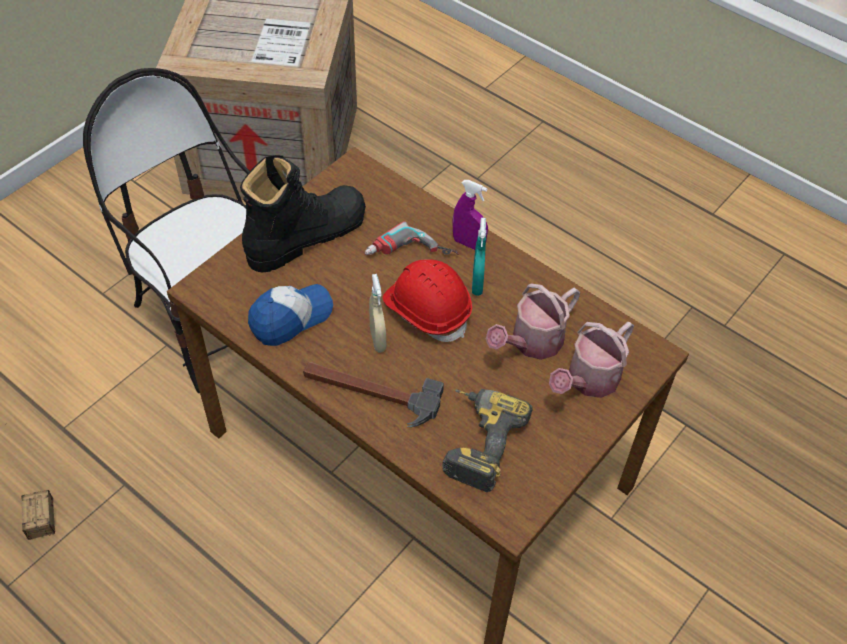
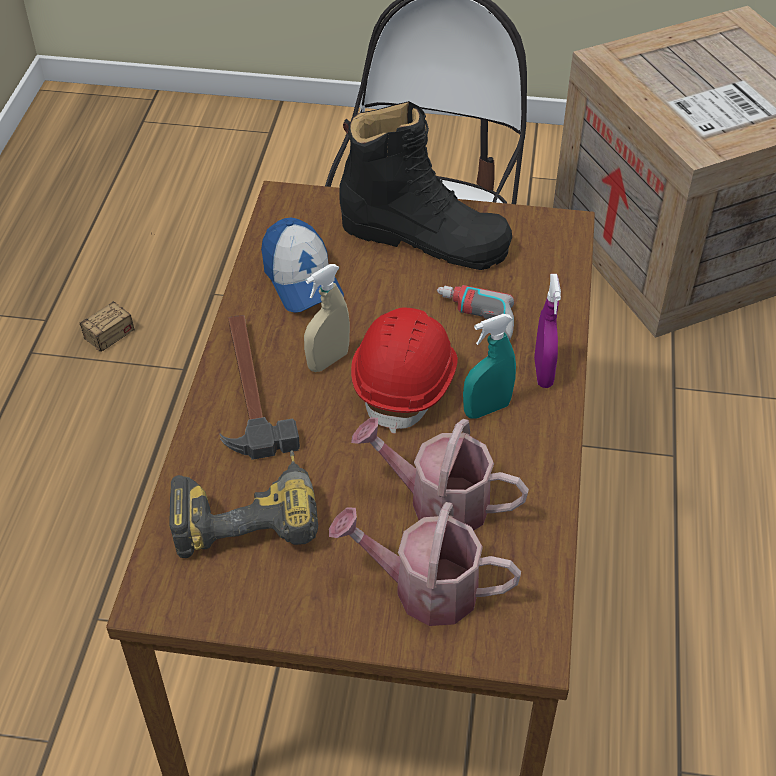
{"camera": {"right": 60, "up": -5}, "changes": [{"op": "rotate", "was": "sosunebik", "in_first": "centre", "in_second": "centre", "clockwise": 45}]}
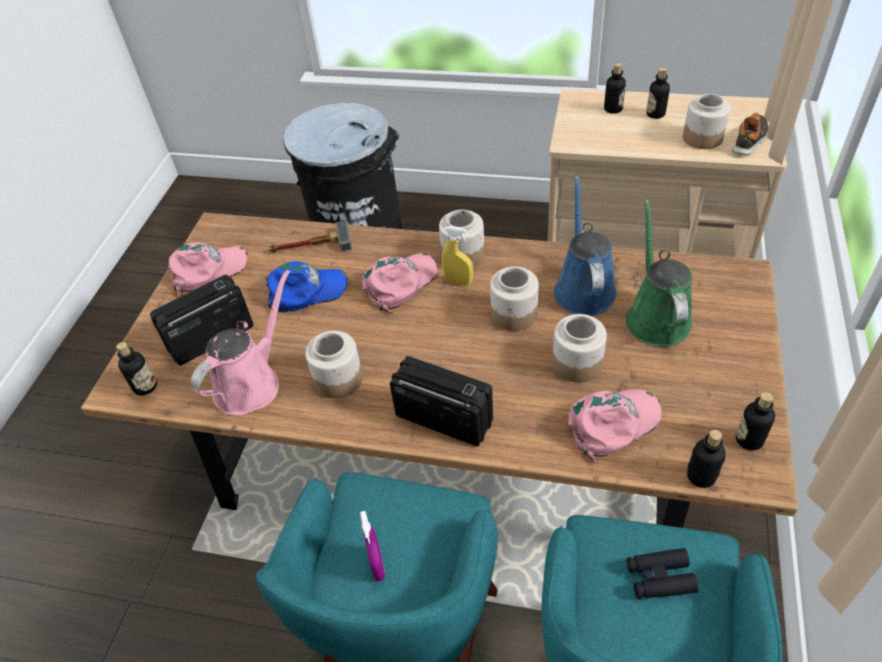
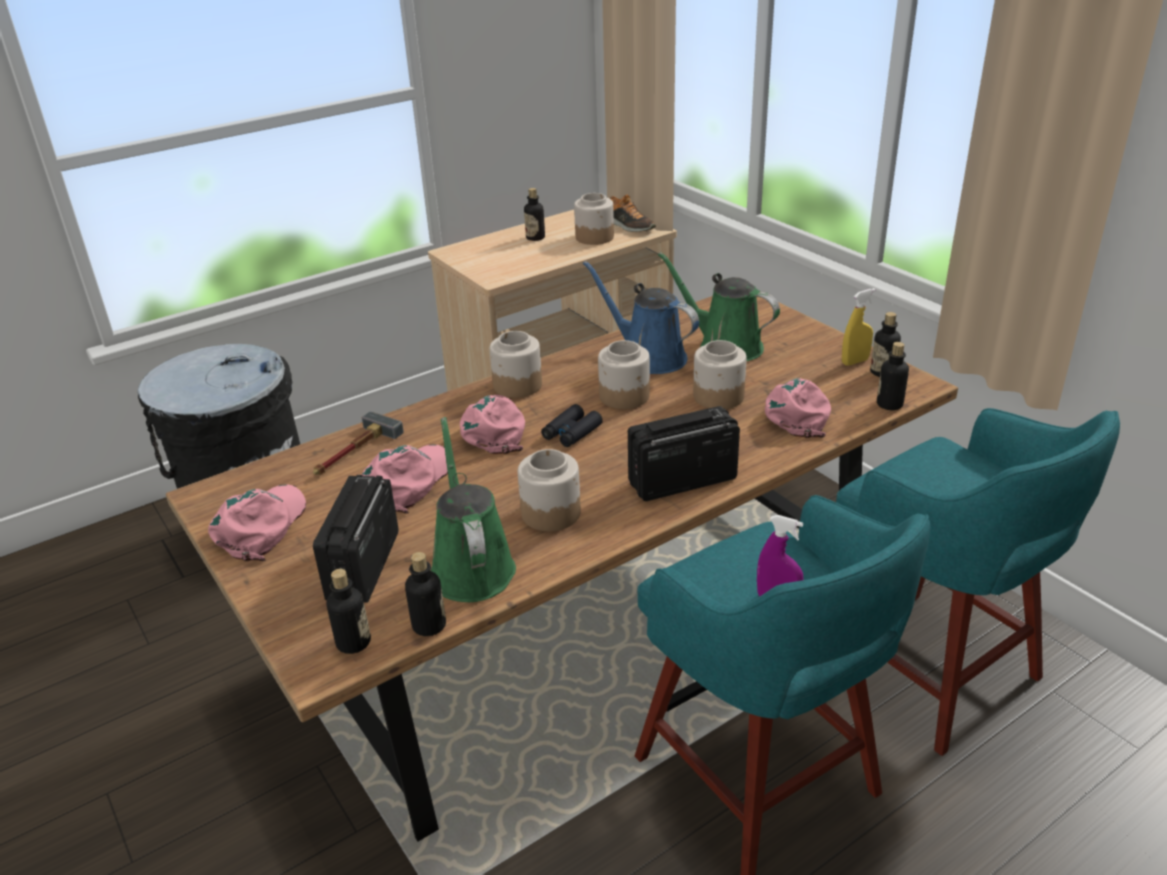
{"camera": {"right": -50, "up": -15}, "changes": [{"op": "move", "was": "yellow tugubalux", "in_first": "centre", "in_second": "middle right"}, {"op": "move", "was": "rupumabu (2nd from left)", "in_first": "top right", "in_second": "bottom centre"}, {"op": "move", "was": "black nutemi", "in_first": "bottom right", "in_second": "centre"}, {"op": "recolor", "was": "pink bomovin", "now": "green bomovin (1st from left)", "in_first": "middle left", "in_second": "centre"}, {"op": "recolor", "was": "blue sosunebik", "now": "pink sosunebik (2nd from left)", "in_first": "centre", "in_second": "centre"}, {"op": "rotate", "was": "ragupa", "in_first": "top right", "in_second": "top centre", "clockwise": 150}]}
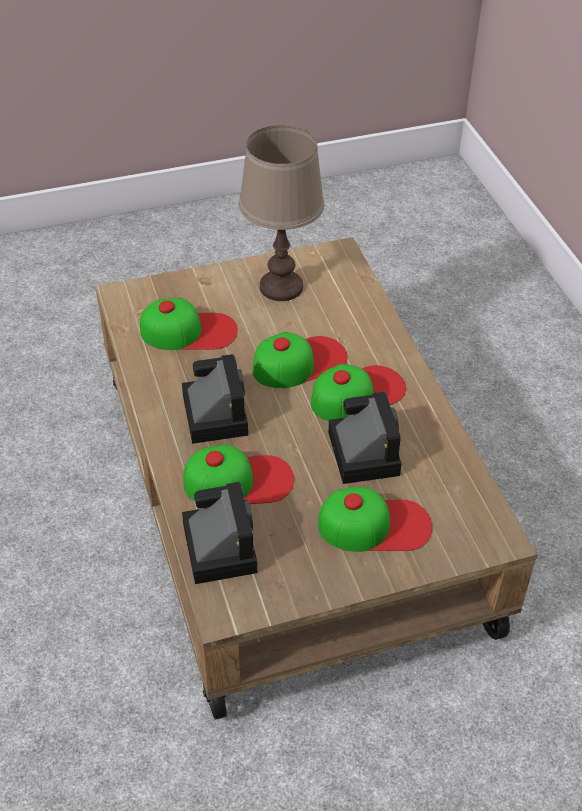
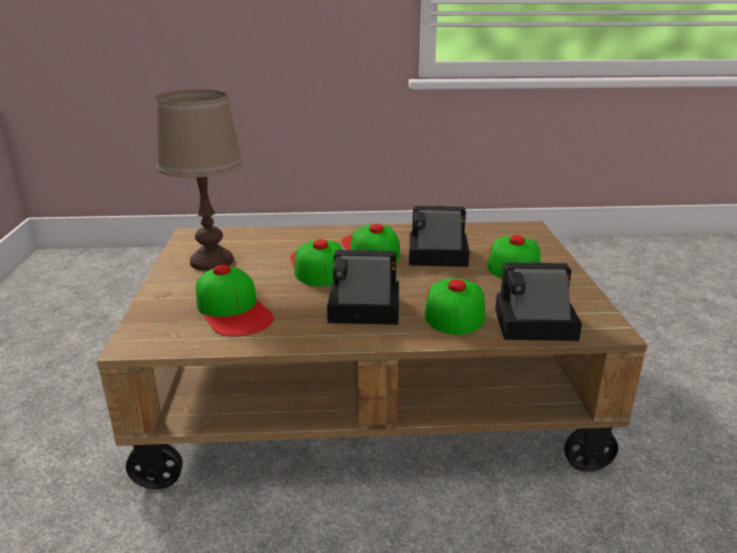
{"camera": {"right": -75, "up": -20}, "changes": [{"op": "rotate", "was": "sosunebik (1st from left)", "in_first": "middle left", "in_second": "middle left", "clockwise": 135}]}
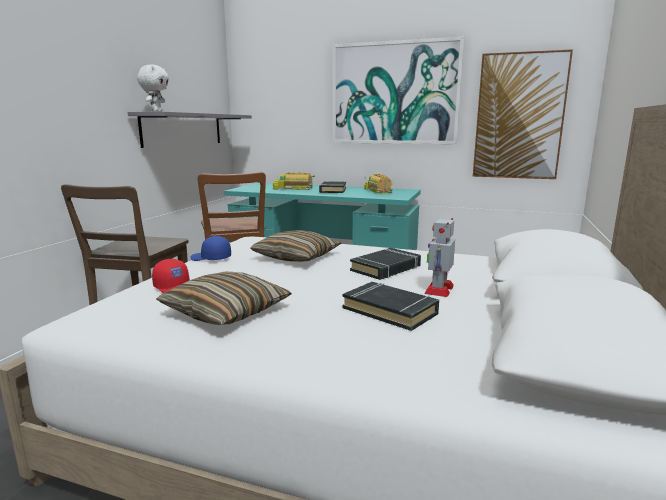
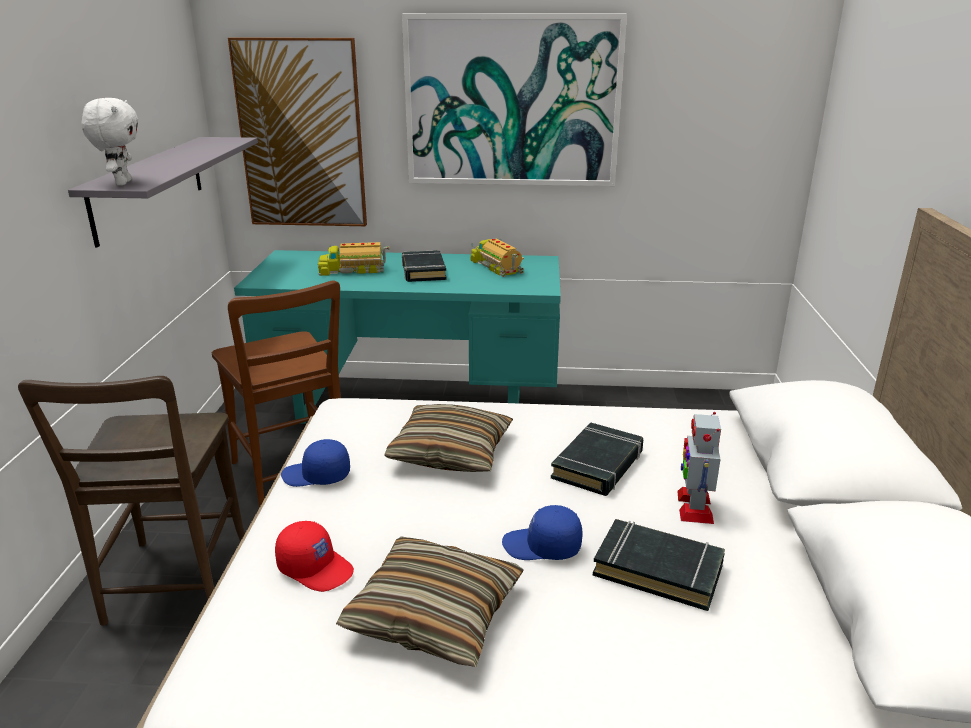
{"camera": {"right": -15, "up": 10}, "changes": [{"op": "insert", "now": "blue sosunebik (2nd from left)", "in_second": "bottom centre"}, {"op": "move", "was": "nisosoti (2nd from left in the first image)", "now": "nisosoti (1st from left)", "in_first": "top right", "in_second": "top left"}]}
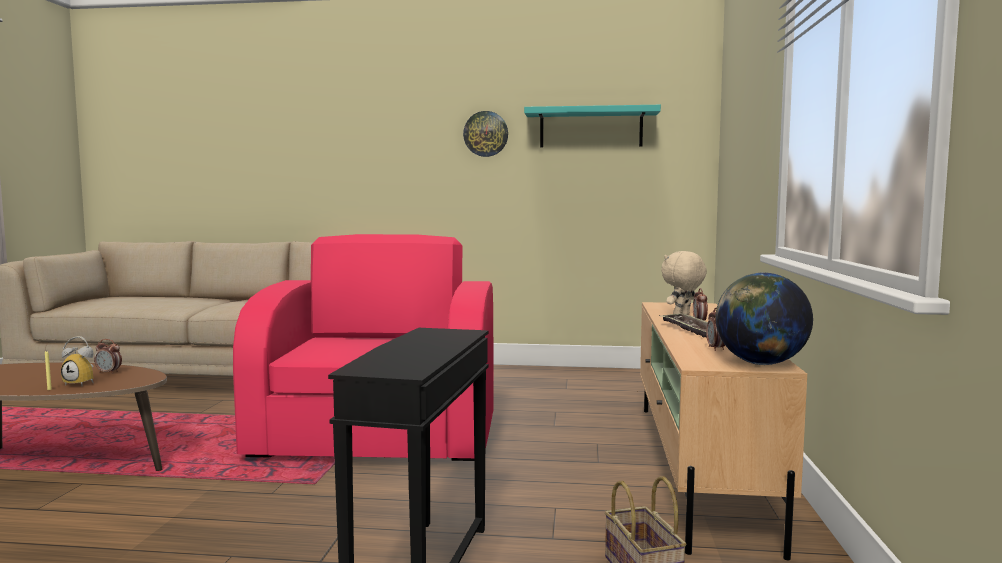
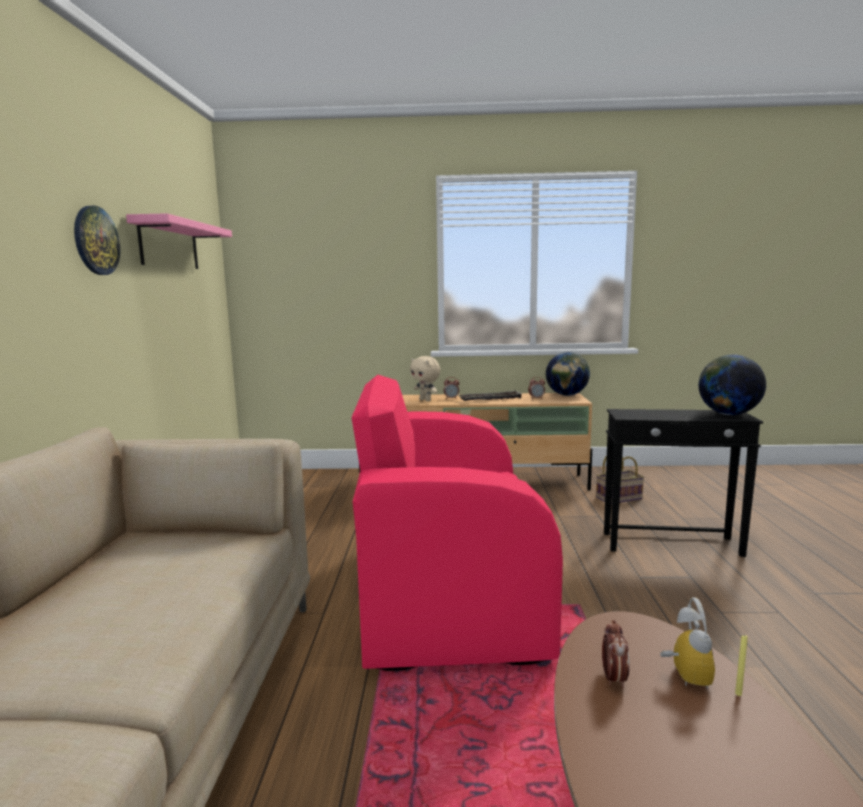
{"camera": {"right": -95, "up": 5}, "changes": [{"op": "insert", "now": "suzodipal (2nd from left)", "in_second": "middle right"}, {"op": "recolor", "was": "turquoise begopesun", "now": "pink begopesun", "in_first": "top centre", "in_second": "top left"}]}
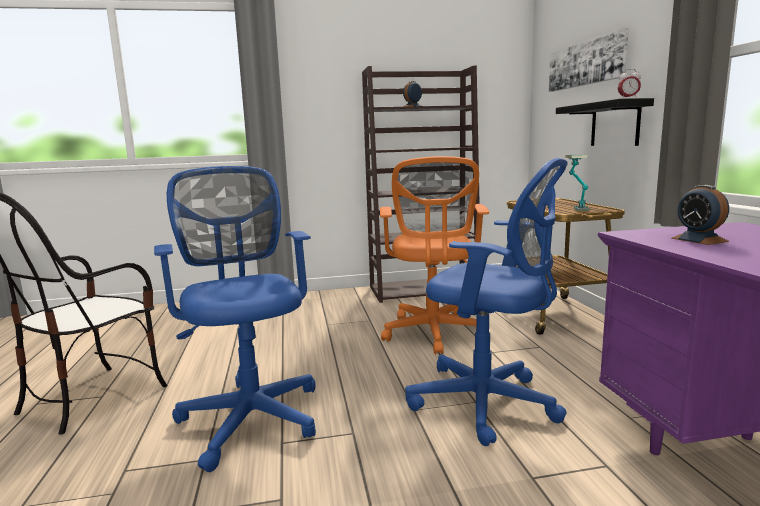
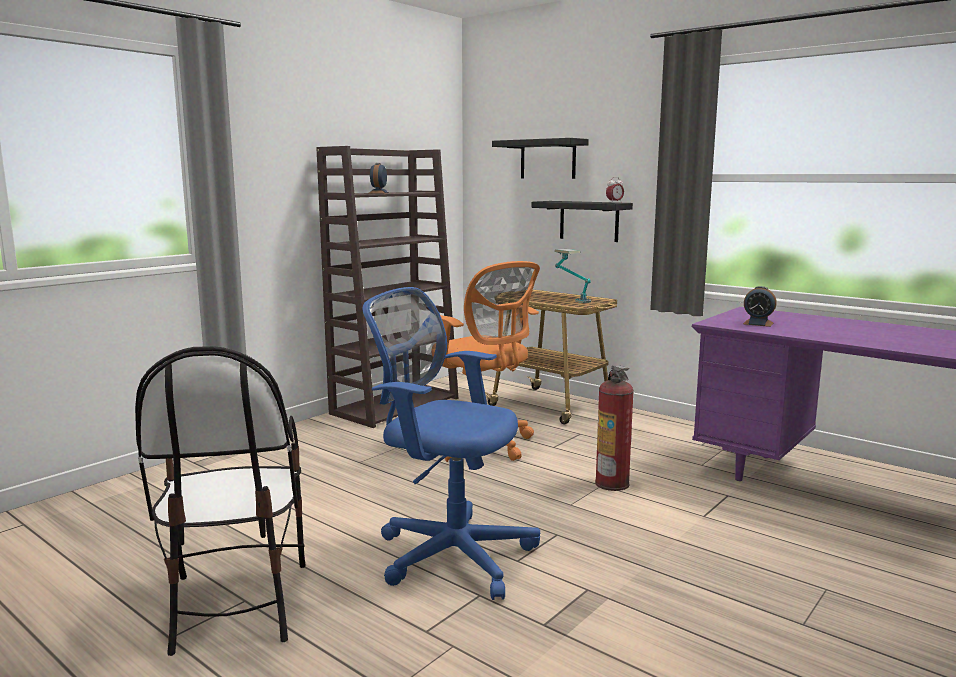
{"camera": {"right": -40, "up": 0}, "changes": [{"op": "replace", "was": "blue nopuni (2nd from left)", "now": "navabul", "in_first": "centre", "in_second": "centre"}, {"op": "replace", "was": "nisosoti", "now": "black begopesun (1st from left)", "in_first": "top right", "in_second": "top centre"}]}
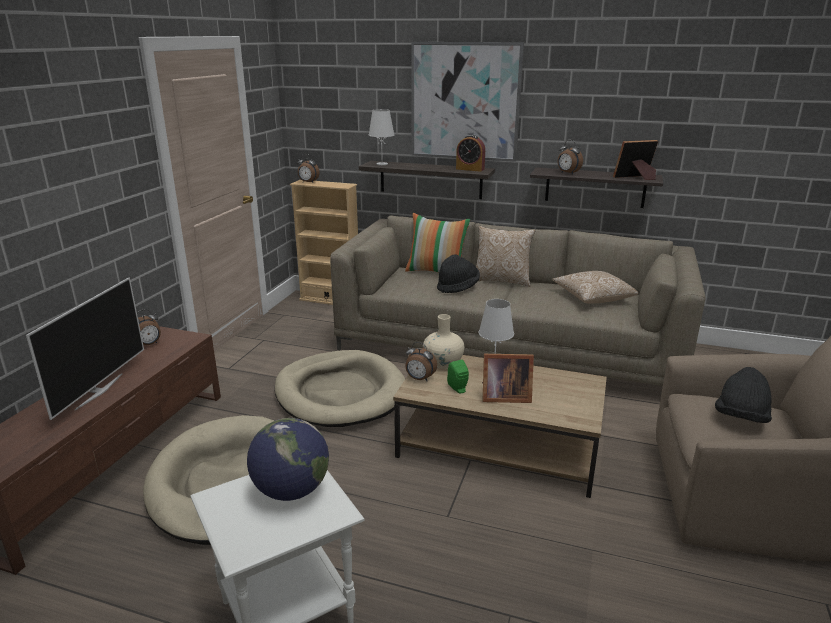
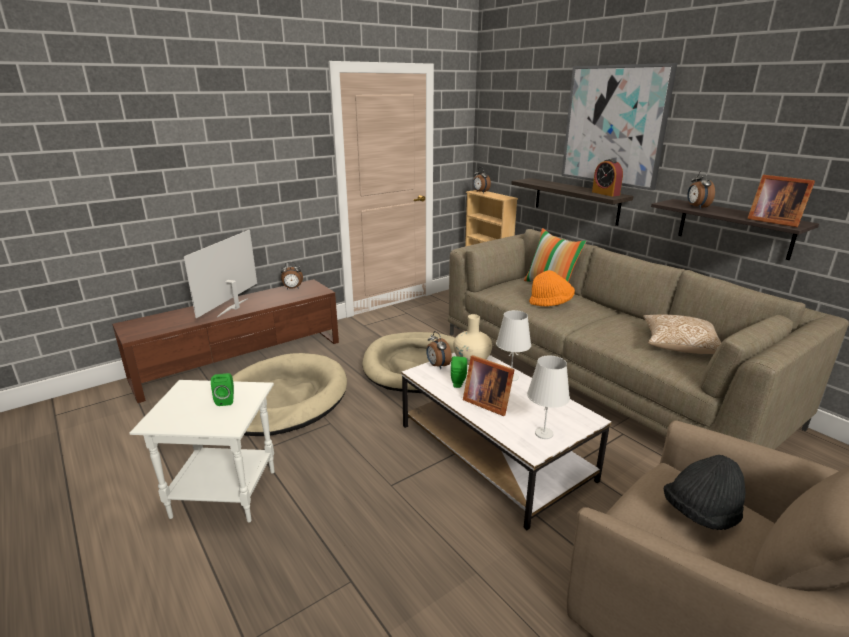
{"camera": {"right": 35, "up": 0}, "changes": [{"op": "delete", "was": "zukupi (2nd from left)", "in_first": "centre"}, {"op": "move", "was": "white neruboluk (1st from left in the first image)", "now": "white neruboluk (2nd from left)", "in_first": "top centre", "in_second": "centre"}, {"op": "replace", "was": "suzodipal", "now": "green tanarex (1st from left)", "in_first": "bottom centre", "in_second": "middle left"}, {"op": "recolor", "was": "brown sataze", "now": "white sataze", "in_first": "bottom centre", "in_second": "bottom centre"}, {"op": "recolor", "was": "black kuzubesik (1st from left)", "now": "orange kuzubesik", "in_first": "centre", "in_second": "centre"}, {"op": "rotate", "was": "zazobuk", "in_first": "middle left", "in_second": "middle left", "clockwise": 150}, {"op": "rotate", "was": "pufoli (2nd from left)", "in_first": "top right", "in_second": "top right", "clockwise": -150}]}
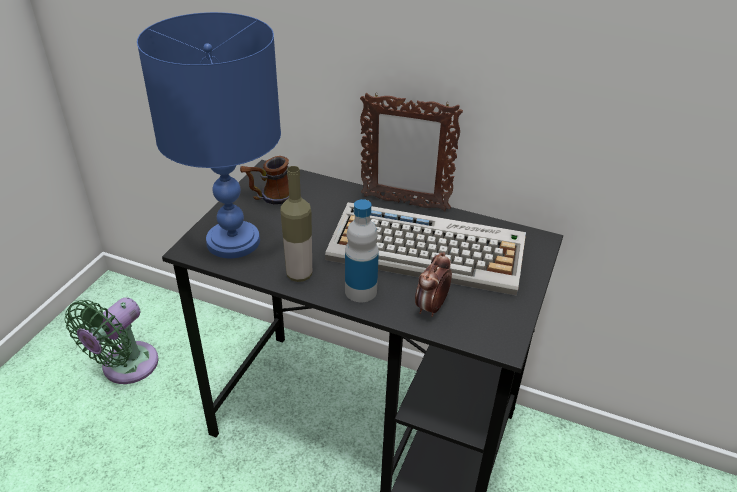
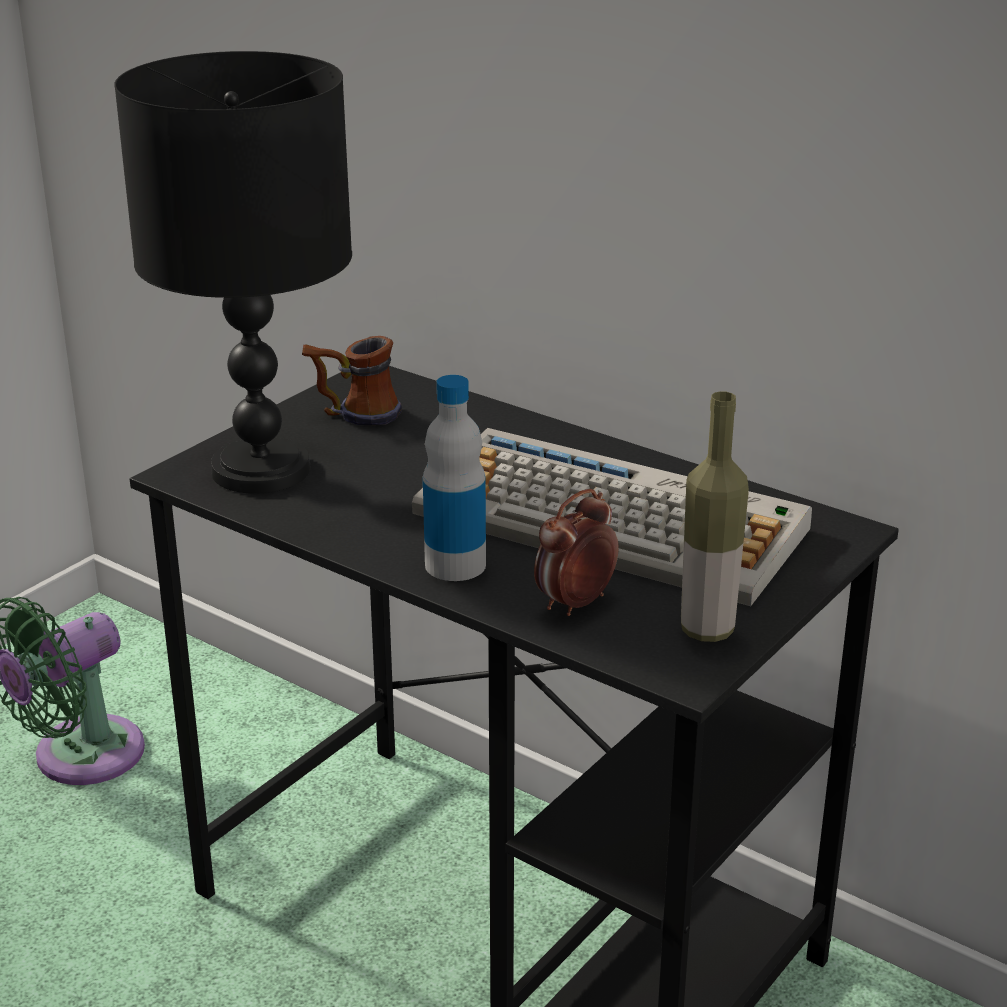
{"camera": {"right": 15, "up": -10}, "changes": [{"op": "delete", "was": "pufoli", "in_first": "top centre"}, {"op": "move", "was": "rupumabu (1st from left in the first image)", "now": "rupumabu (2nd from left)", "in_first": "centre", "in_second": "middle right"}, {"op": "recolor", "was": "blue neruboluk", "now": "black neruboluk", "in_first": "top left", "in_second": "top left"}]}
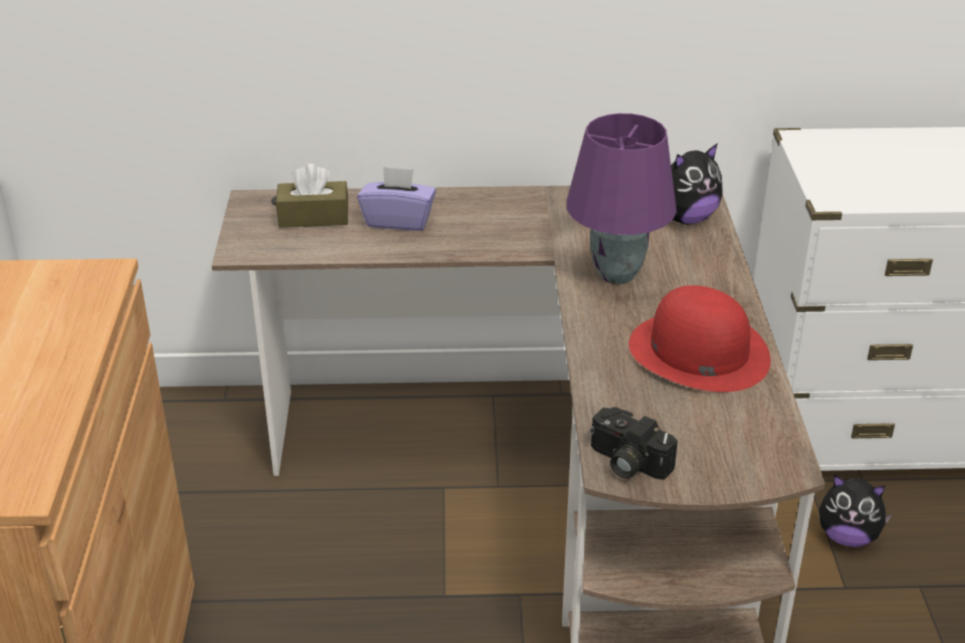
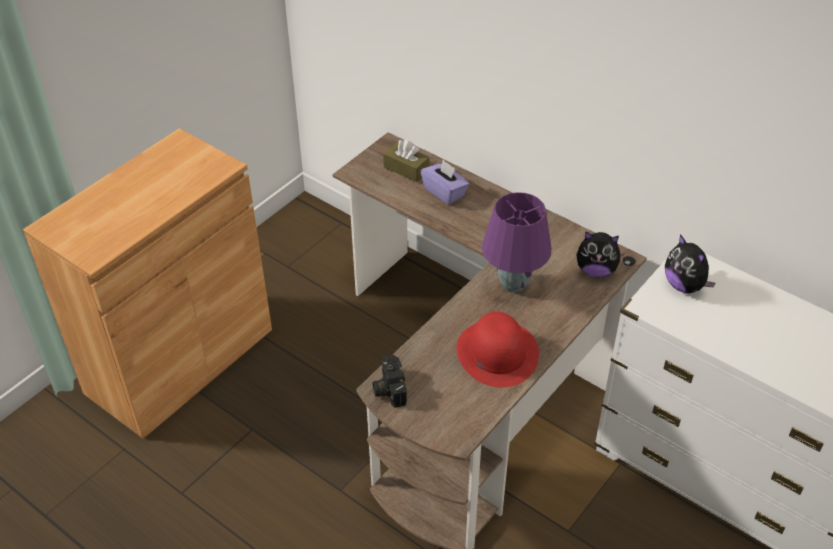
{"camera": {"right": 40, "up": 10}, "changes": [{"op": "move", "was": "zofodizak (2nd from left)", "in_first": "bottom right", "in_second": "middle right"}]}
